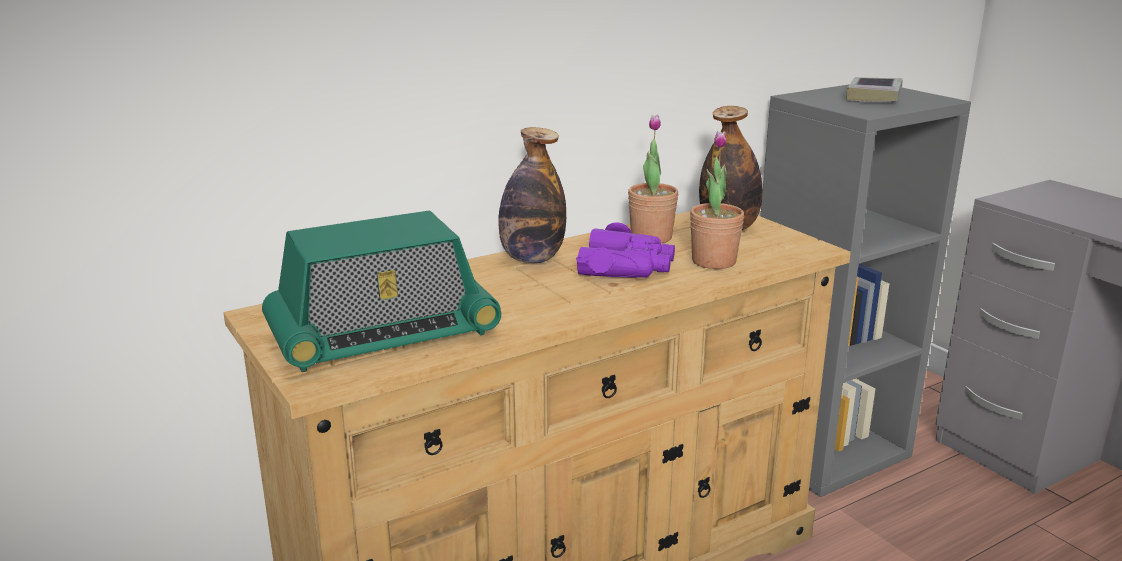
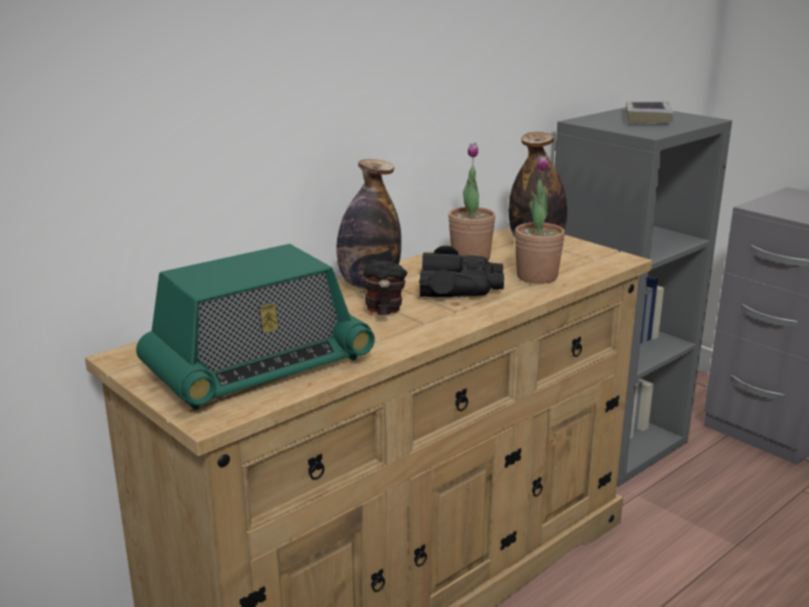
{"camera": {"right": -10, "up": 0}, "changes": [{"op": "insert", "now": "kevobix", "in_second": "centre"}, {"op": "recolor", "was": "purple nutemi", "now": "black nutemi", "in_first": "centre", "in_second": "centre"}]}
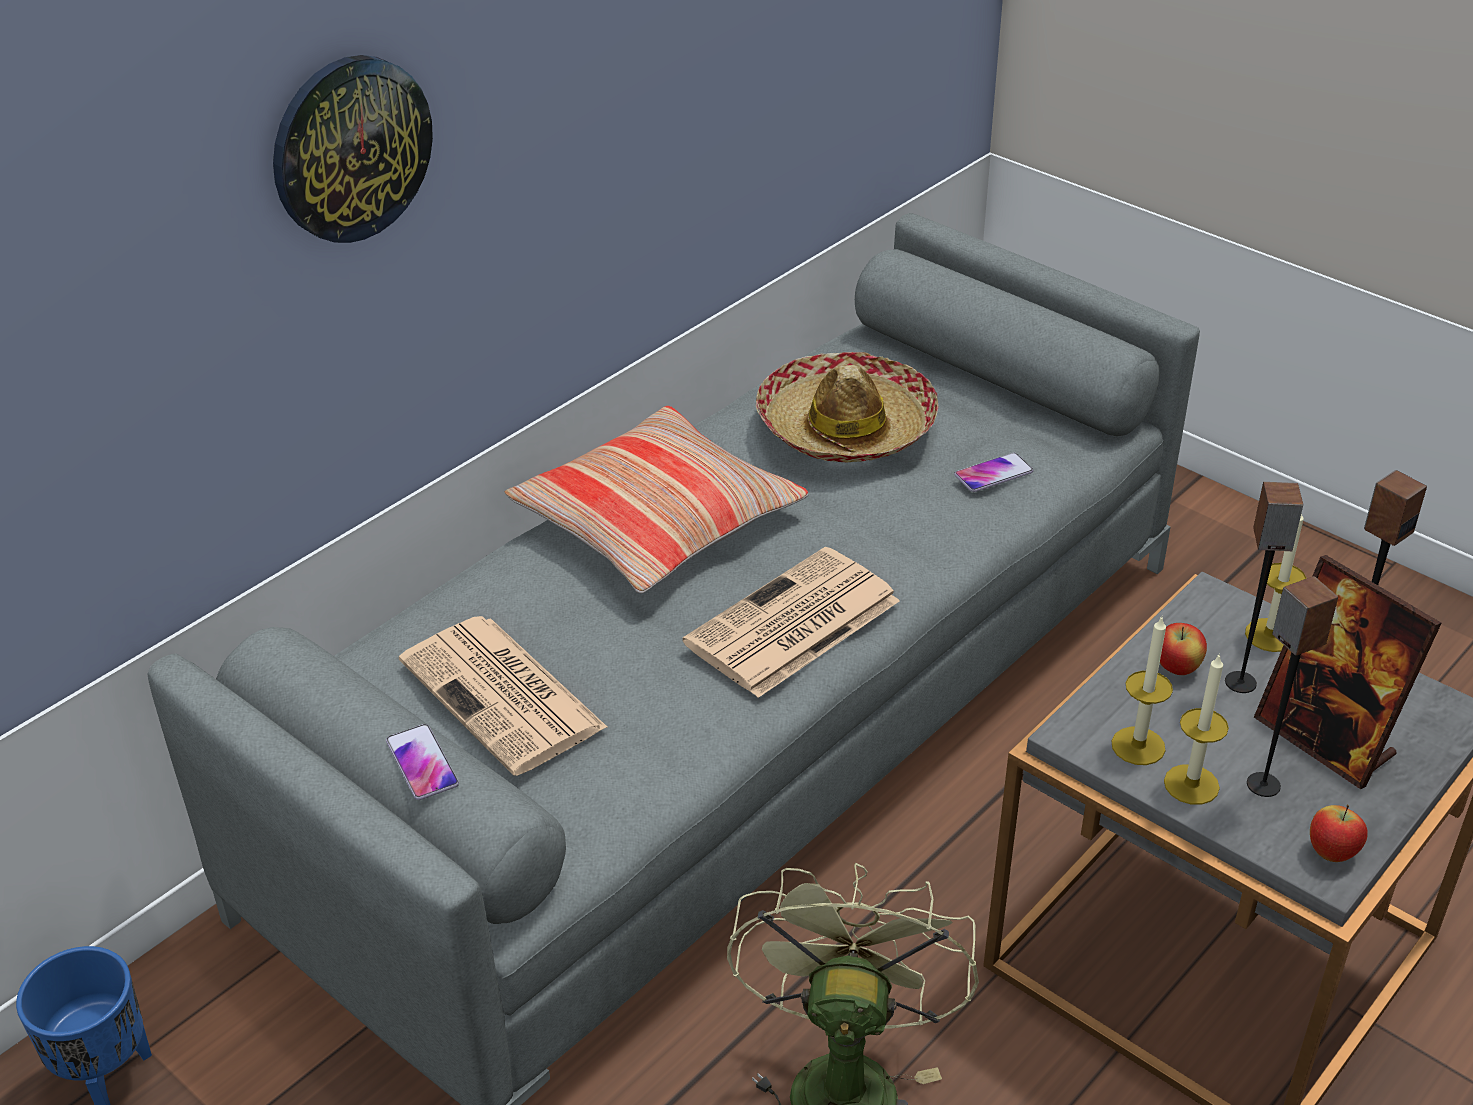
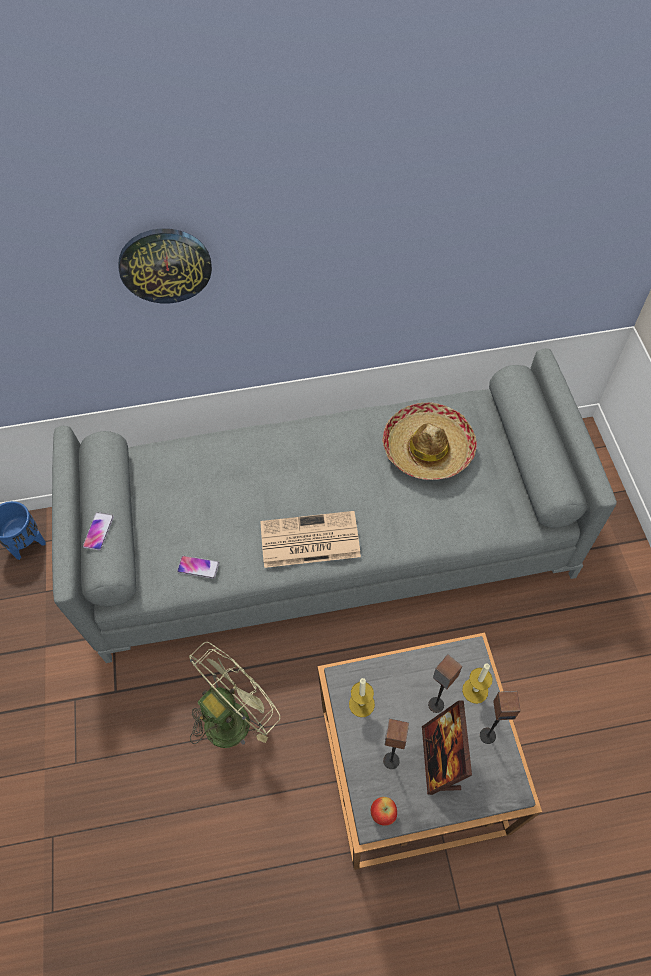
{"camera": {"right": 40, "up": 20}, "changes": [{"op": "delete", "was": "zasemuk (1st from left)", "in_first": "centre"}, {"op": "delete", "was": "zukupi", "in_first": "centre"}, {"op": "delete", "was": "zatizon (1st from left)", "in_first": "middle right"}, {"op": "delete", "was": "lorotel (2nd from left)", "in_first": "middle right"}, {"op": "move", "was": "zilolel (2nd from left)", "in_first": "middle right", "in_second": "middle left"}]}
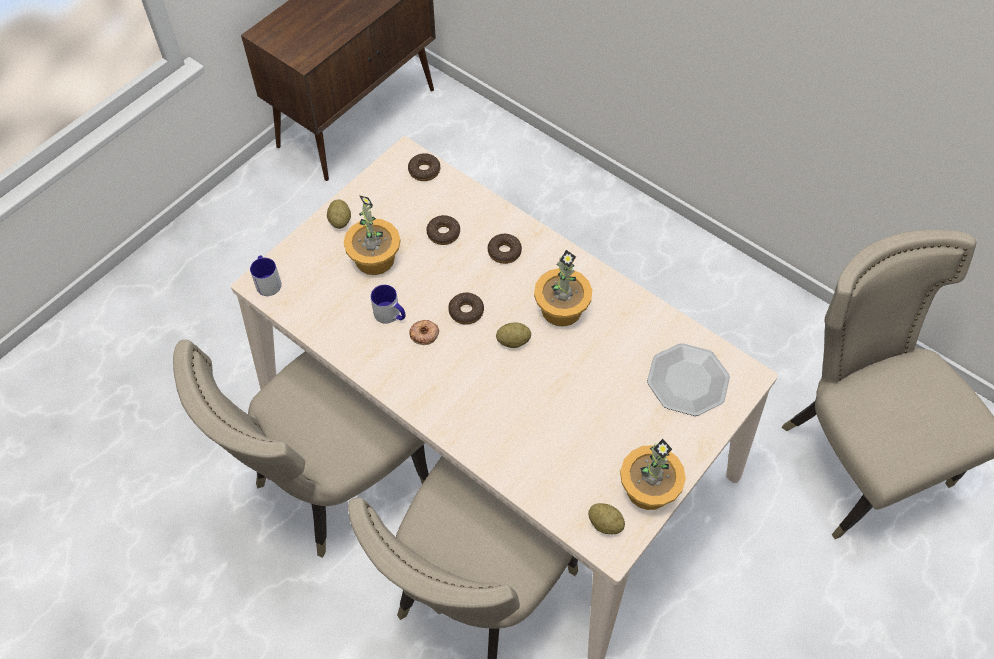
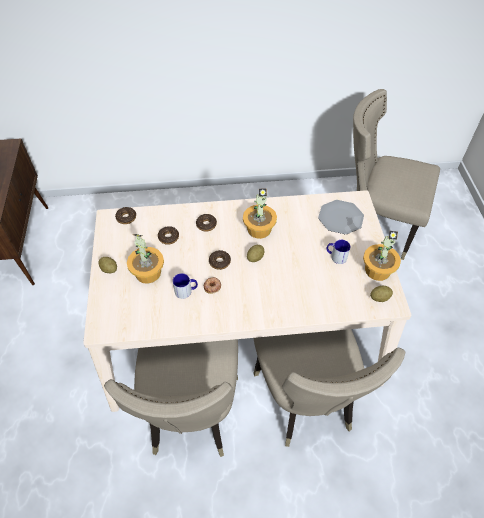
{"camera": {"right": -45, "up": -5}, "changes": [{"op": "move", "was": "kevobix (1st from left in the first image)", "now": "kevobix (2nd from left)", "in_first": "middle left", "in_second": "middle right"}]}
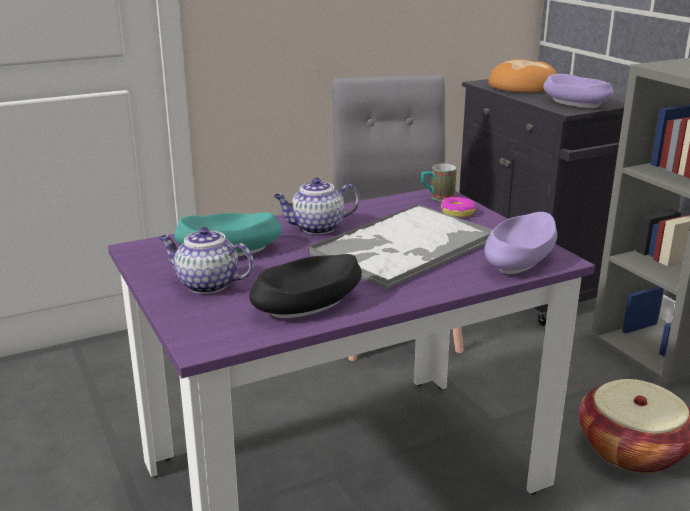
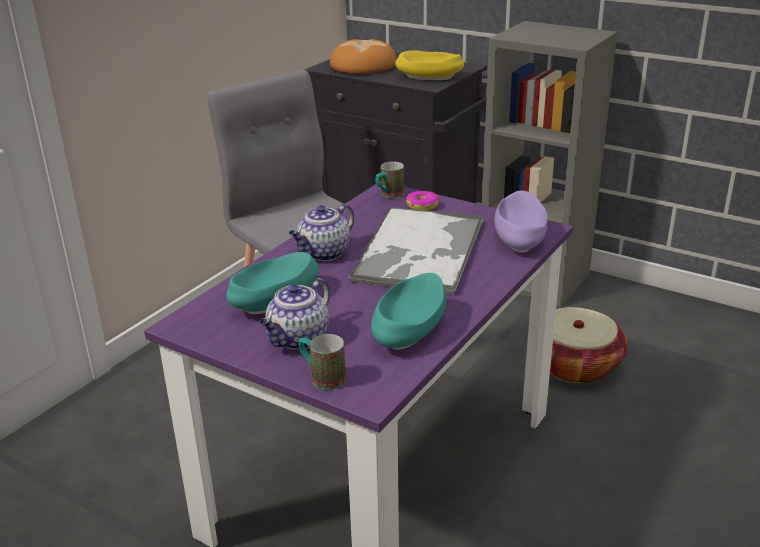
{"camera": {"right": -30, "up": 5}, "changes": [{"op": "insert", "now": "kevobix (1st from left)", "in_second": "centre"}, {"op": "recolor", "was": "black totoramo", "now": "turquoise totoramo (2nd from left)", "in_first": "centre", "in_second": "centre"}, {"op": "recolor", "was": "purple totoramo (2nd from left)", "now": "yellow totoramo", "in_first": "top right", "in_second": "top centre"}, {"op": "rotate", "was": "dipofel (1st from left)", "in_first": "middle left", "in_second": "centre", "clockwise": -45}]}
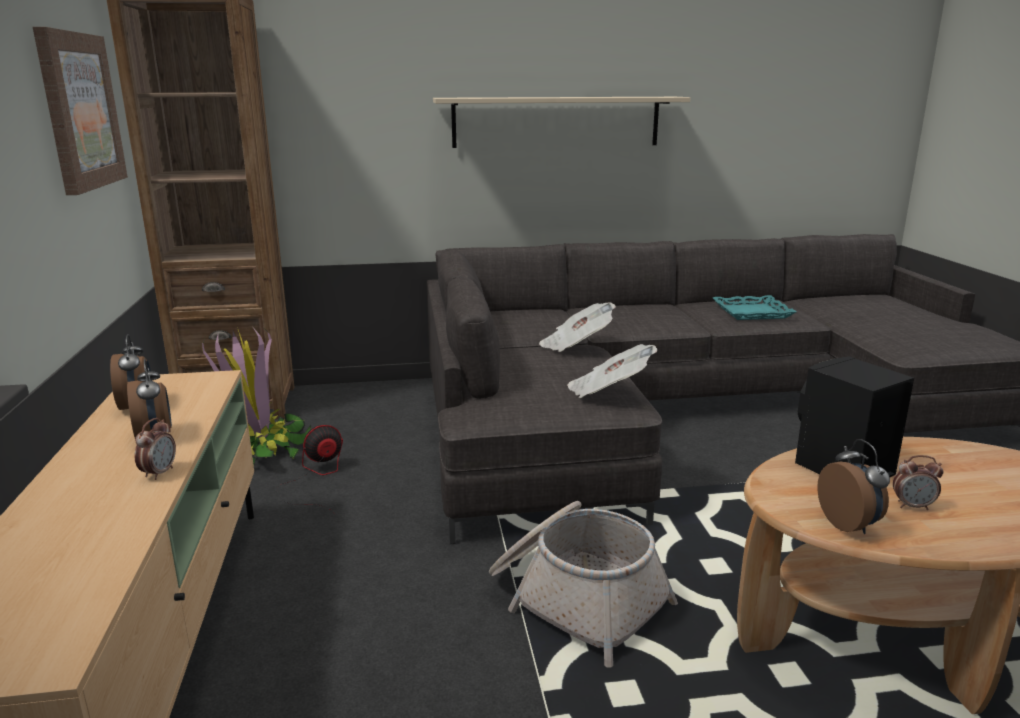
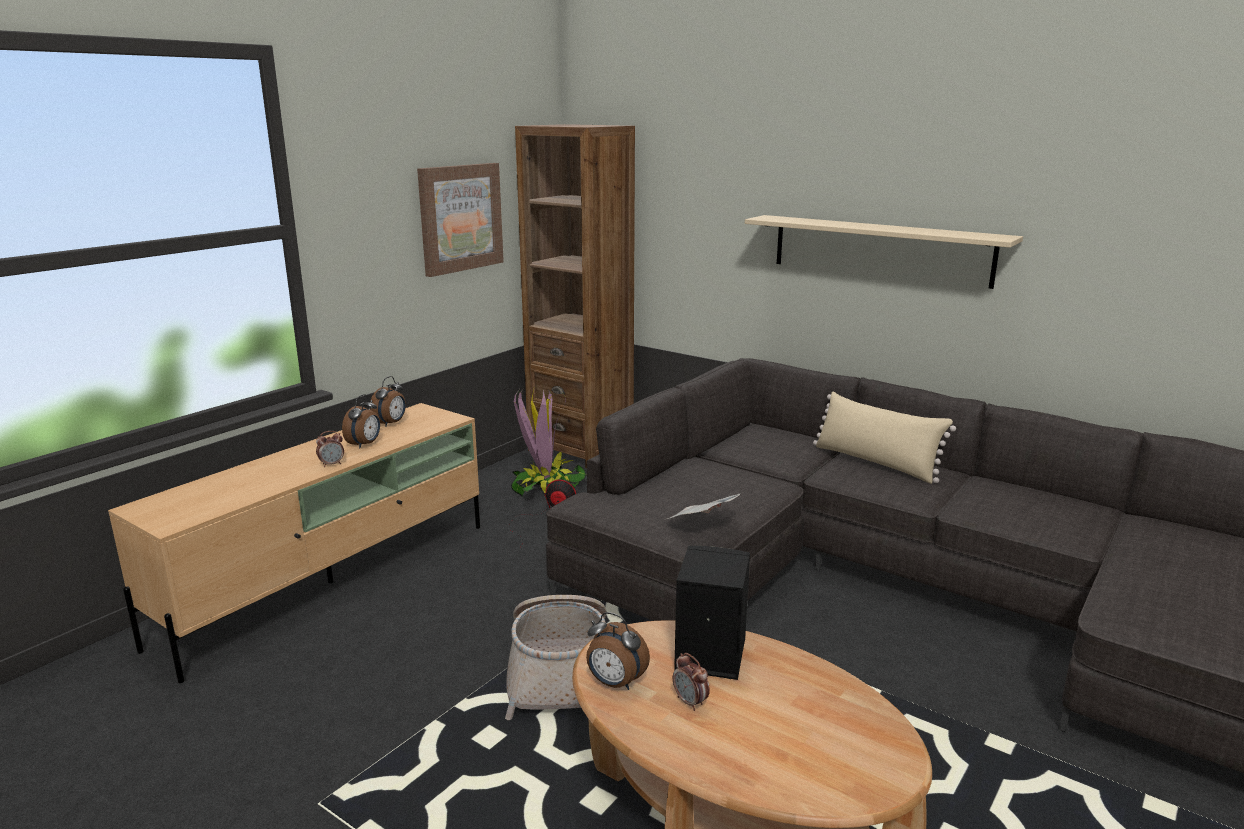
{"camera": {"right": 45, "up": 0}, "changes": [{"op": "delete", "was": "zasemuk (1st from left)", "in_first": "centre"}, {"op": "delete", "was": "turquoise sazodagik", "in_first": "middle right"}, {"op": "insert", "now": "beige zukupi", "in_second": "middle right"}, {"op": "rotate", "was": "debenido (4th from left)", "in_first": "bottom right", "in_second": "bottom centre", "clockwise": 90}]}
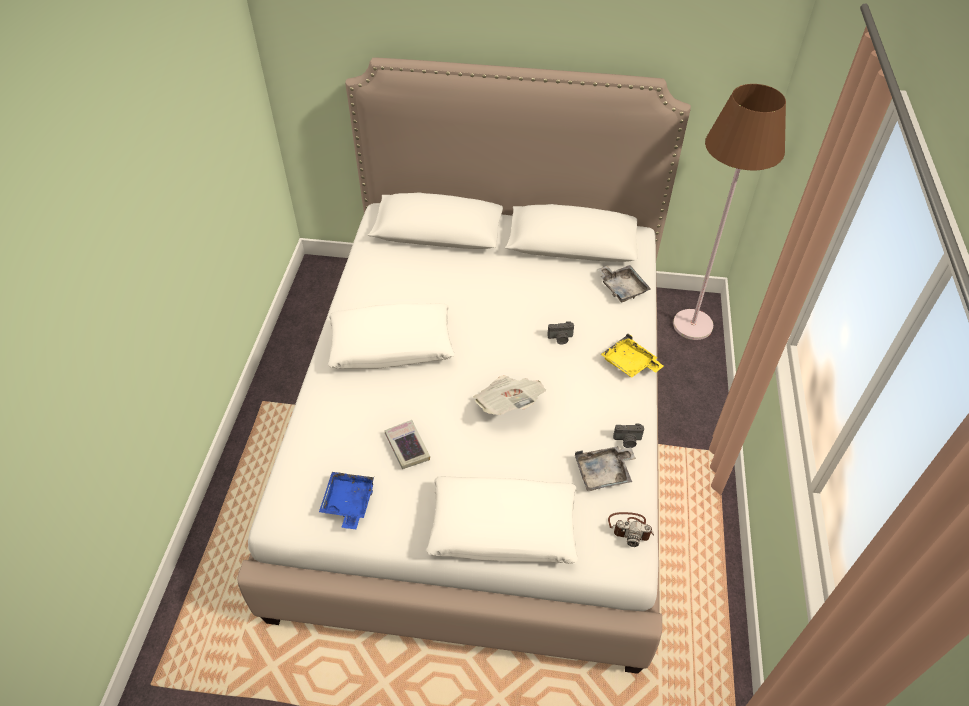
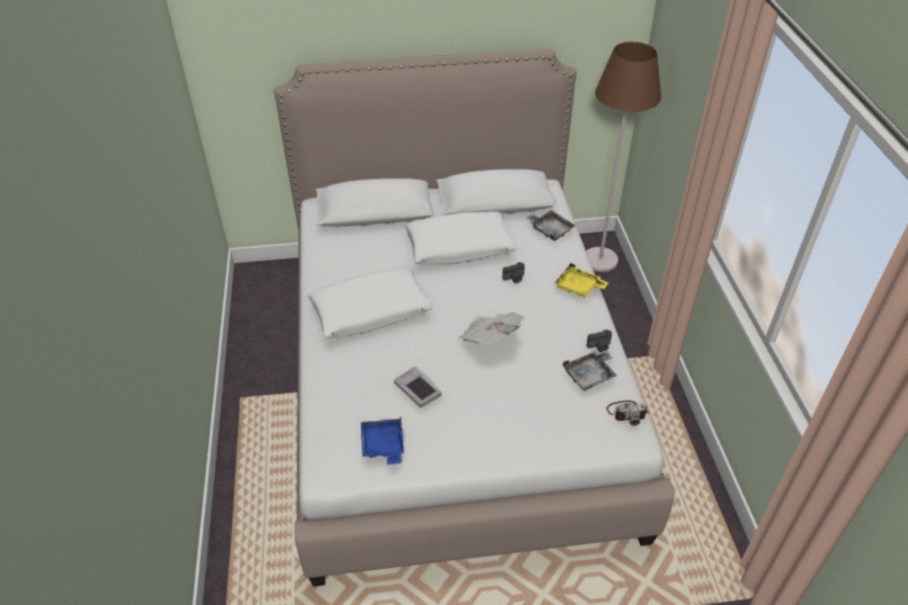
{"camera": {"right": -15, "up": -5}, "changes": [{"op": "move", "was": "white zukupi (2nd from left)", "in_first": "bottom centre", "in_second": "centre"}]}
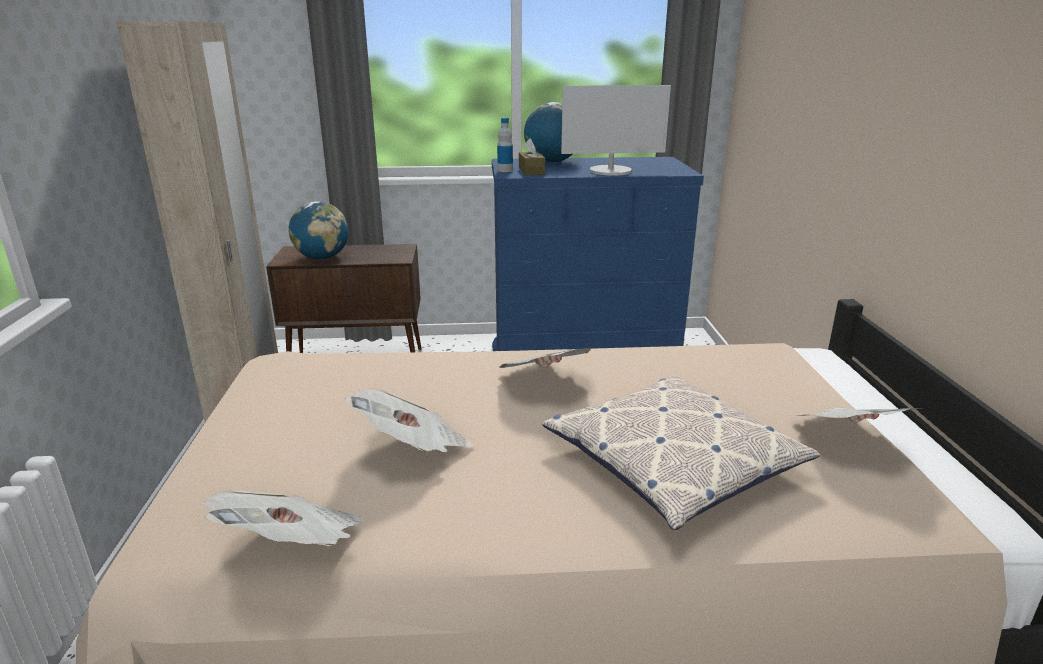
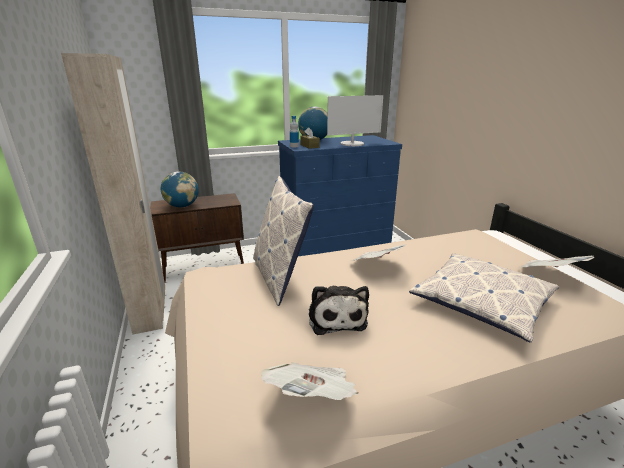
{"camera": {"right": -15, "up": 0}, "changes": [{"op": "insert", "now": "zukupi (1st from left)", "in_second": "centre"}, {"op": "replace", "was": "zasemuk (2nd from left)", "now": "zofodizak", "in_first": "centre", "in_second": "centre"}]}
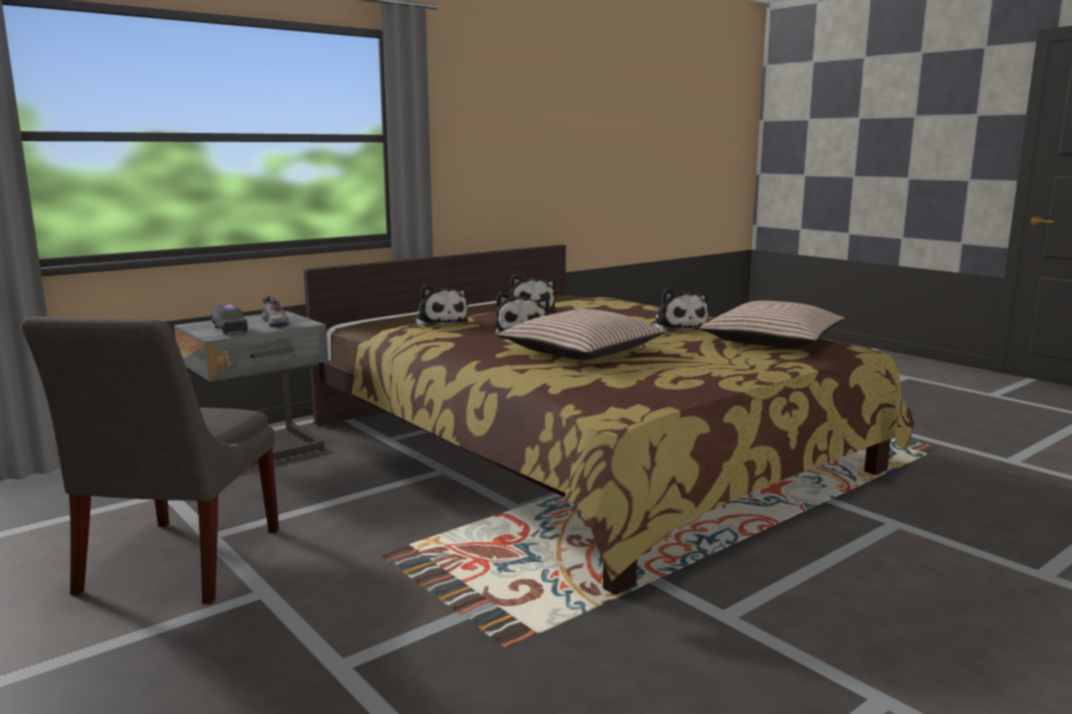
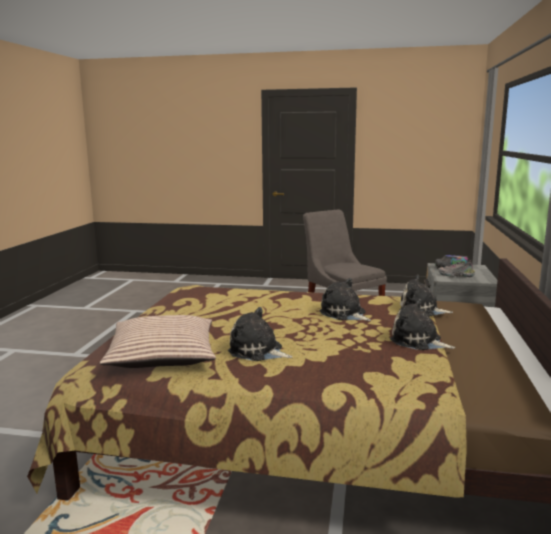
{"camera": {"right": 140, "up": 0}, "changes": [{"op": "delete", "was": "zukupi (1st from left)", "in_first": "centre"}]}
